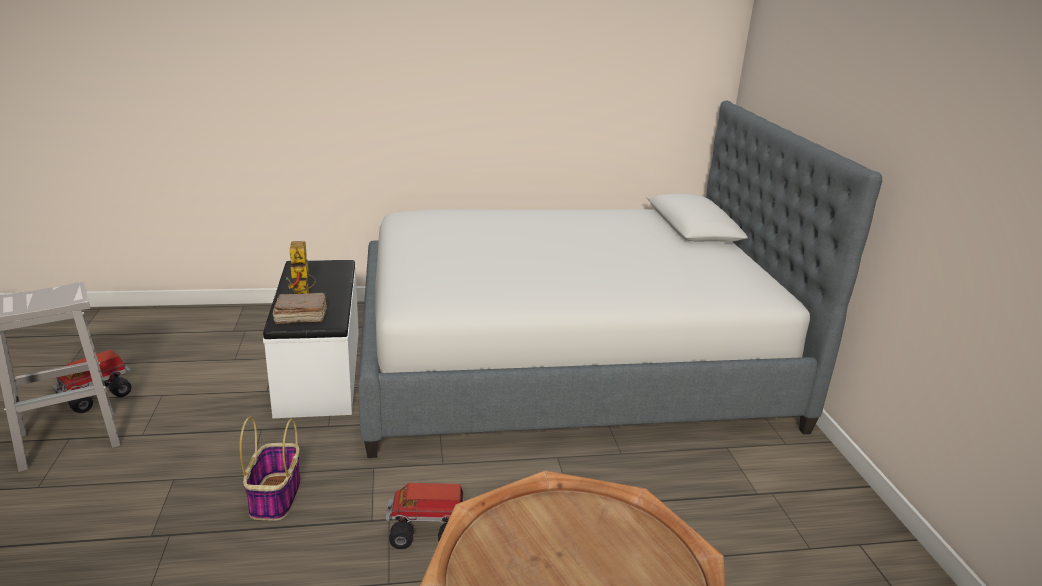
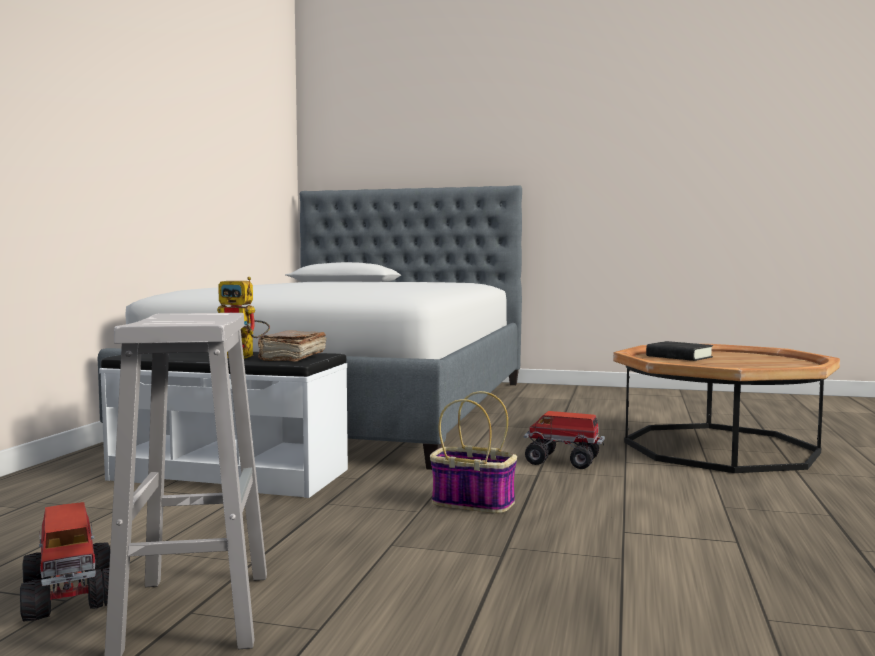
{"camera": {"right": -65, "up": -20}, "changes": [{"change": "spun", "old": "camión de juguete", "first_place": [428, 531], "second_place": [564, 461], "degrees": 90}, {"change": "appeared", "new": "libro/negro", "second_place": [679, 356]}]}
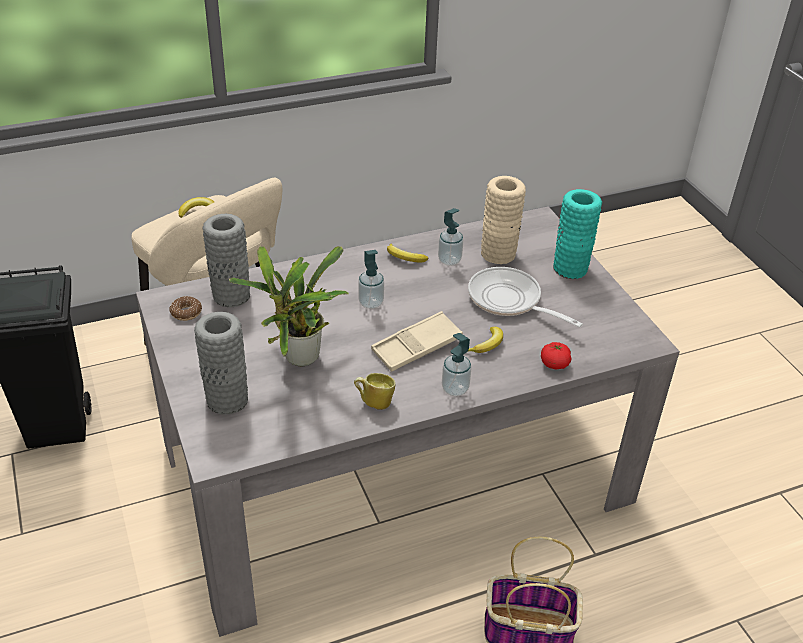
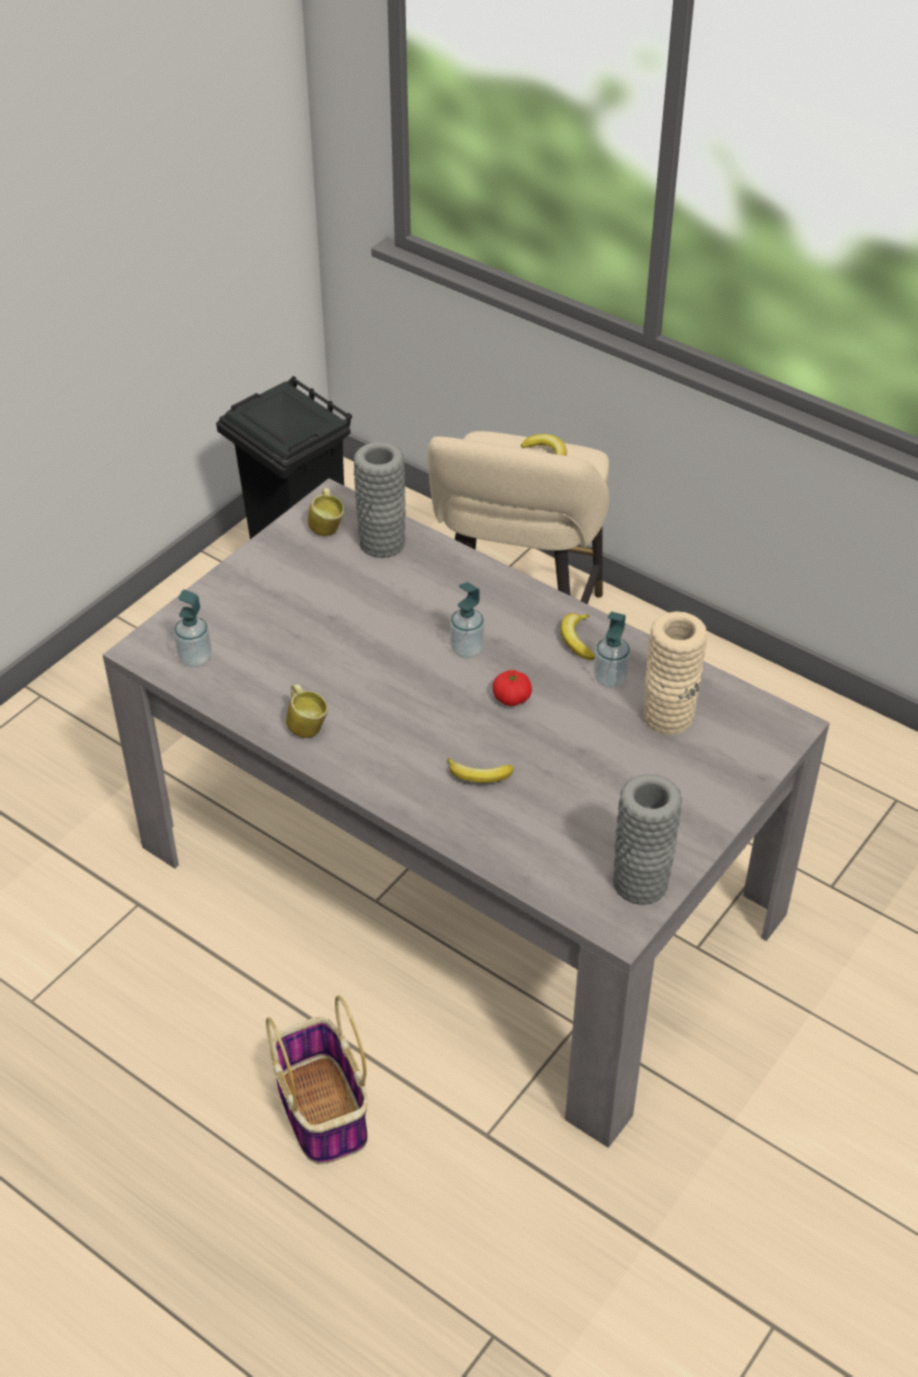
{"camera": {"right": 60, "up": 5}, "changes": [{"change": "missing", "old": "florero/turquesa", "first_place": [570, 268]}, {"change": "missing", "old": "planta en maceta", "first_place": [299, 360]}, {"change": "missing", "old": "sartén", "first_place": [509, 301]}, {"change": "exchanged", "old": "rosquilla", "new": "taza grande", "first_place": [186, 312], "second_place": [327, 527]}, {"change": "missing", "old": "bandeja/beis", "first_place": [417, 347]}, {"change": "relocated", "old": "florero/gris", "first_place": [226, 399], "second_place": [640, 882]}, {"change": "relocated", "old": "dispensador de jabón", "first_place": [455, 389], "second_place": [195, 658]}, {"change": "relocated", "old": "tomate", "first_place": [554, 364], "second_place": [511, 698]}]}
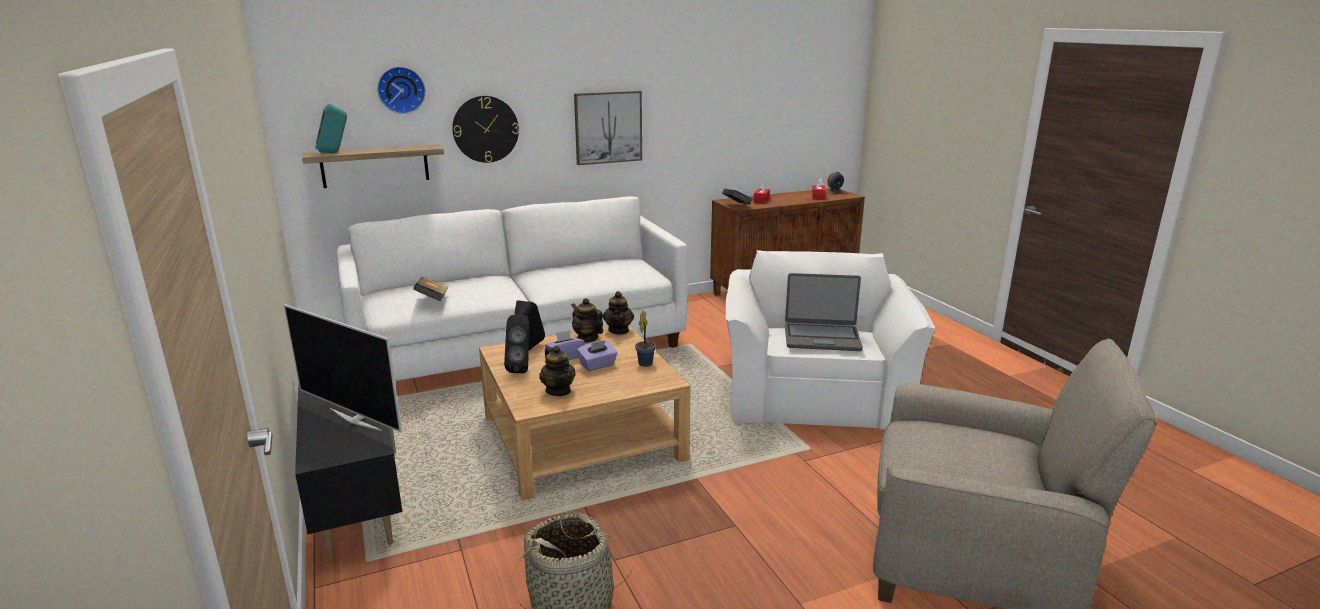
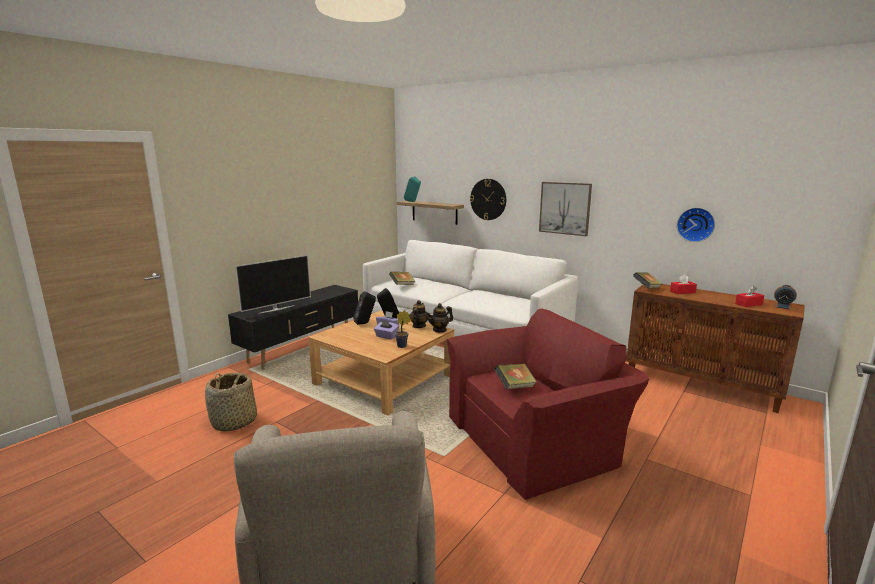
{"camera": {"right": 60, "up": -5}, "changes": [{"change": "relocated", "old": "reloj de pared", "first_place": [401, 90], "second_place": [696, 224]}, {"change": "colour", "old": "sillón/blanco", "new": "sillón/rojo", "first_place": [814, 391], "second_place": [535, 438]}, {"change": "exchanged", "old": "portátil", "new": "libro", "first_place": [821, 338], "second_place": [515, 387]}, {"change": "spun", "old": "televisor", "first_place": [356, 419], "second_place": [276, 309], "degrees": -135}, {"change": "missing", "old": "tetera", "first_place": [558, 391]}]}
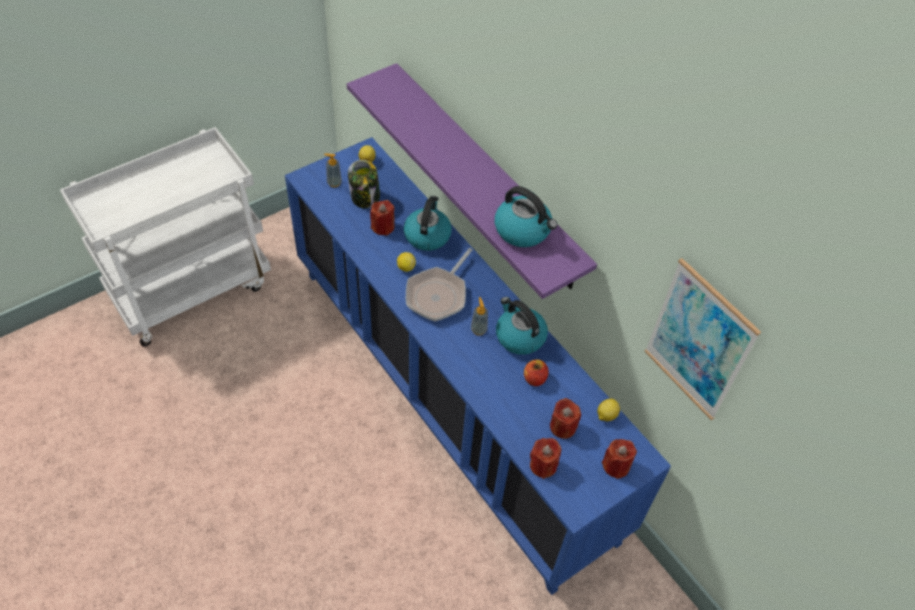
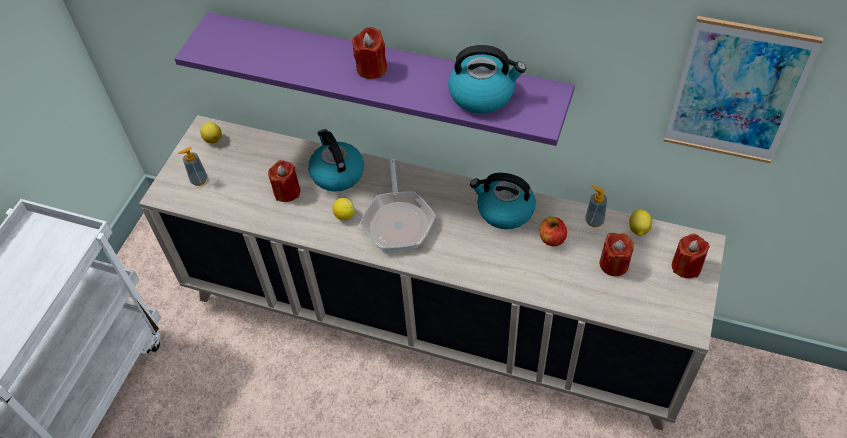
{"camera": {"right": -30, "up": 0}, "changes": [{"change": "colour", "old": "armario/azul", "new": "armario/beis", "first_place": [451, 396], "second_place": [430, 320]}, {"change": "missing", "old": "tarro", "first_place": [365, 197]}, {"change": "relocated", "old": "dispensador de jabón", "first_place": [478, 329], "second_place": [594, 221]}, {"change": "relocated", "old": "vela/rojo", "first_place": [543, 465], "second_place": [371, 68]}]}
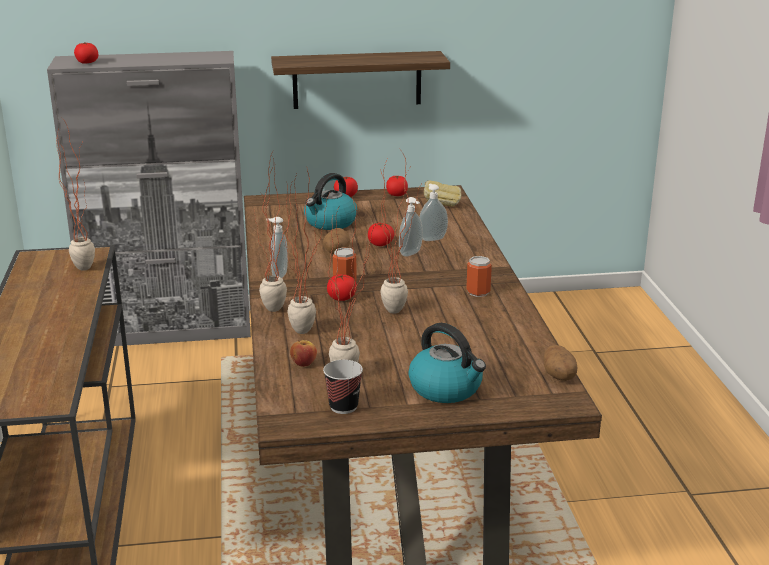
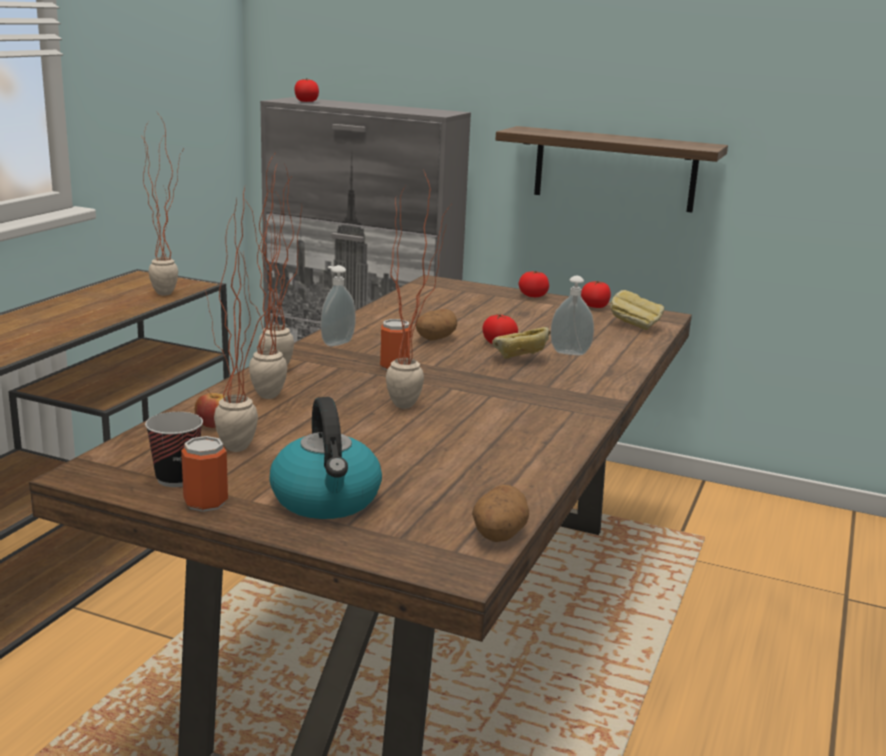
{"camera": {"right": 30, "up": -5}, "changes": [{"change": "missing", "old": "hervidor", "first_place": [330, 223]}, {"change": "exchanged", "old": "dispensador de jabón", "new": "pan", "first_place": [411, 254], "second_place": [520, 360]}, {"change": "relocated", "old": "lata", "first_place": [478, 292], "second_place": [206, 502]}, {"change": "missing", "old": "tomate", "first_place": [342, 298]}]}
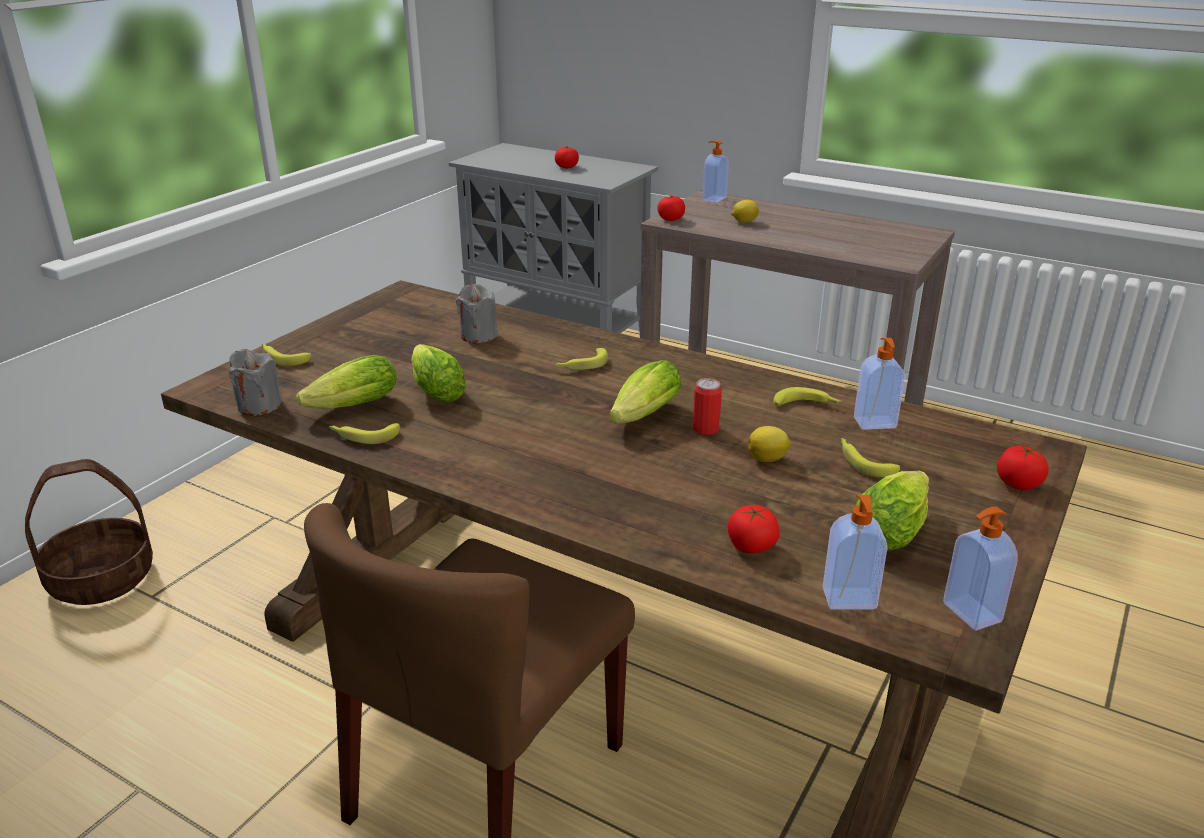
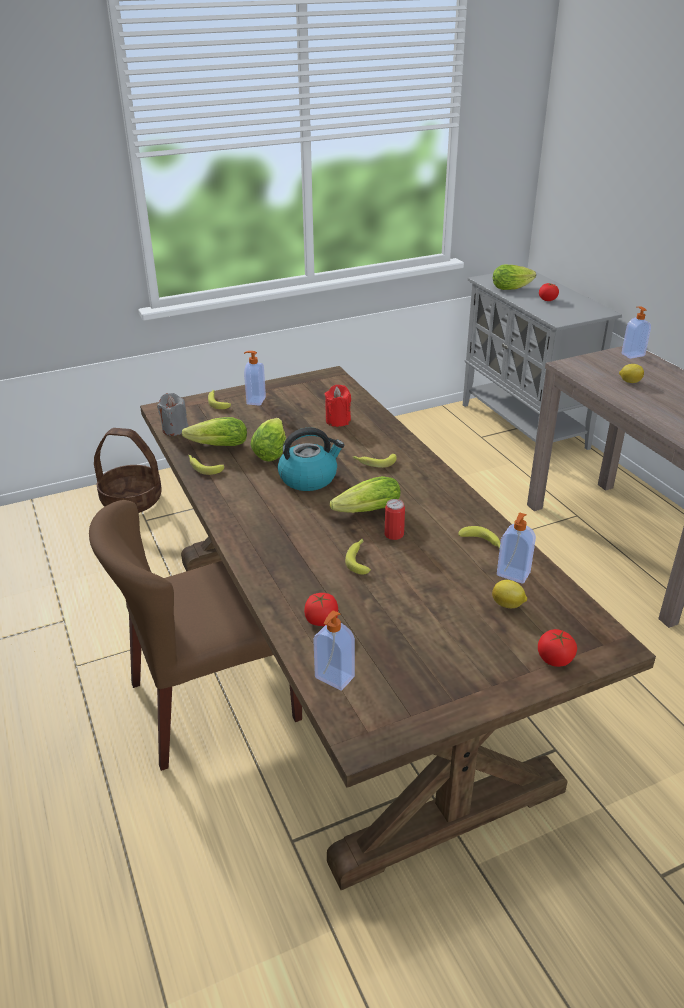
{"camera": {"right": 35, "up": 5}, "changes": [{"change": "missing", "old": "tomate", "first_place": [671, 219]}, {"change": "colour", "old": "vela/gris", "new": "vela/rojo", "first_place": [478, 335], "second_place": [338, 420]}, {"change": "relocated", "old": "limón", "first_place": [768, 459], "second_place": [508, 605]}, {"change": "relocated", "old": "plátano", "first_place": [863, 462], "second_place": [359, 559]}, {"change": "relocated", "old": "lechuga", "first_place": [894, 528], "second_place": [513, 287]}, {"change": "relocated", "old": "dispensador de jabón", "first_place": [970, 613], "second_place": [255, 400]}, {"change": "appeared", "new": "hervidor", "second_place": [309, 478]}]}
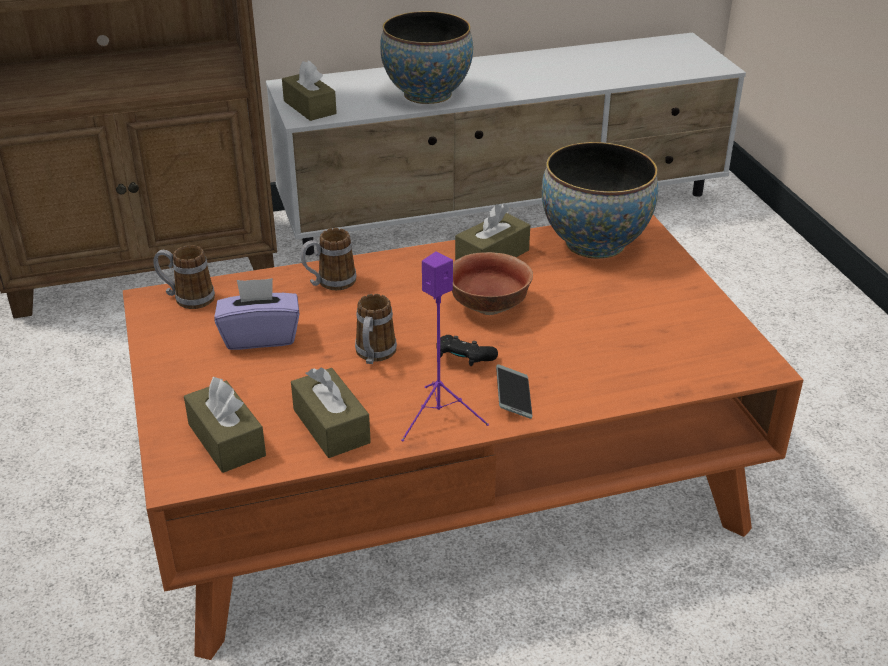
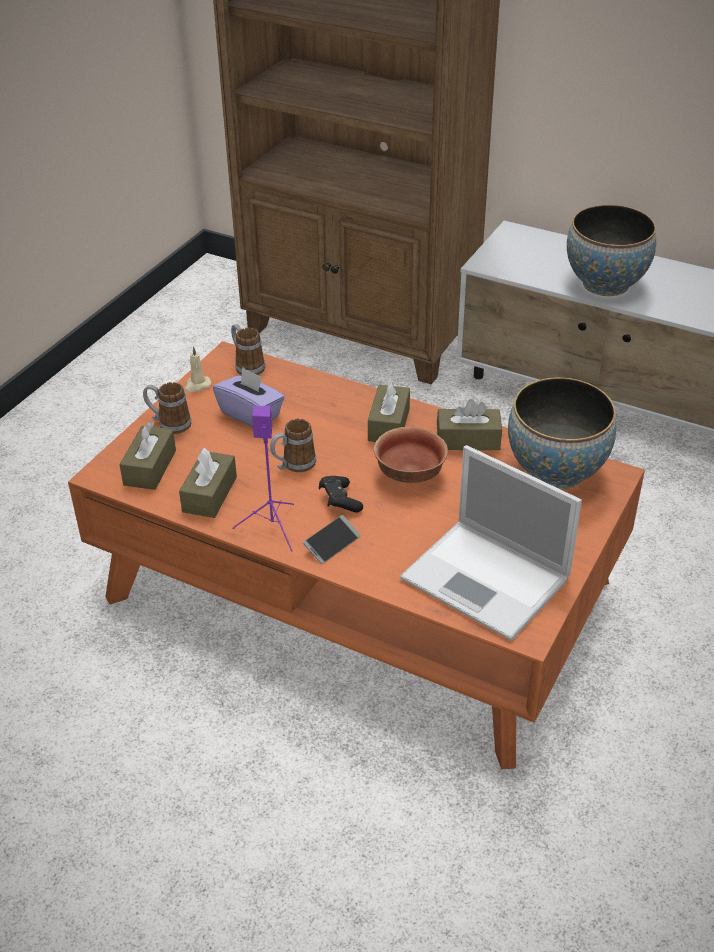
{"camera": {"right": 45, "up": 5}, "changes": [{"change": "relocated", "old": "caja de pañuelos/marrón", "first_place": [309, 107], "second_place": [389, 424]}, {"change": "relocated", "old": "taza grande", "first_place": [330, 283], "second_place": [169, 424]}, {"change": "appeared", "new": "vela/beis", "second_place": [197, 385]}, {"change": "appeared", "new": "portátil", "second_place": [488, 580]}]}
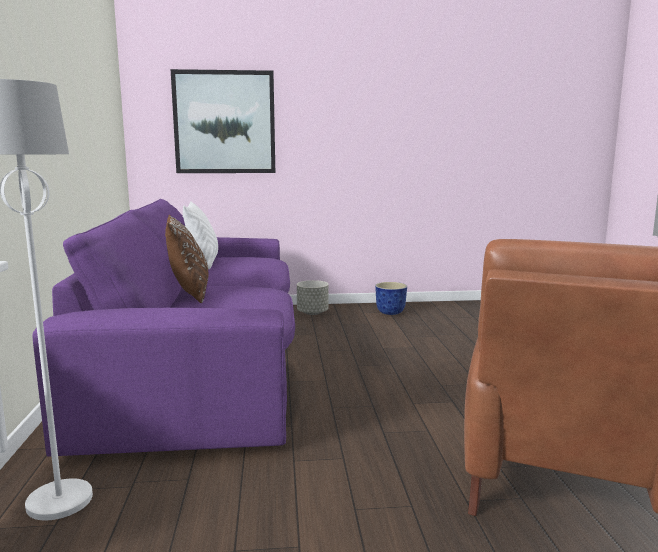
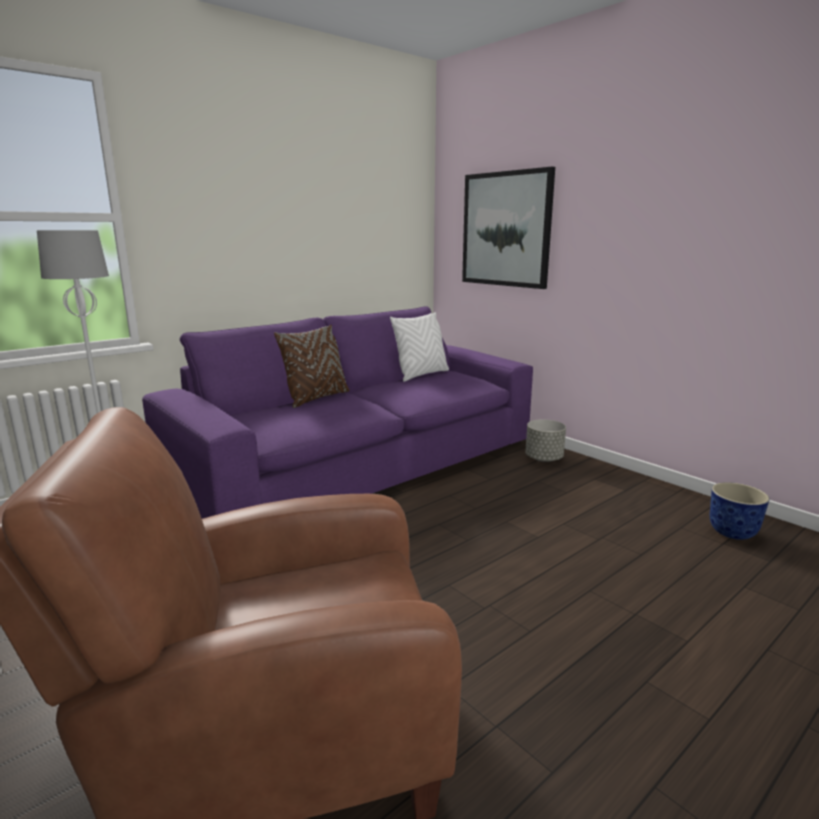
{"camera": {"right": 55, "up": 5}, "changes": [{"change": "relocated", "old": "maceta", "first_place": [391, 312], "second_place": [733, 533]}]}
